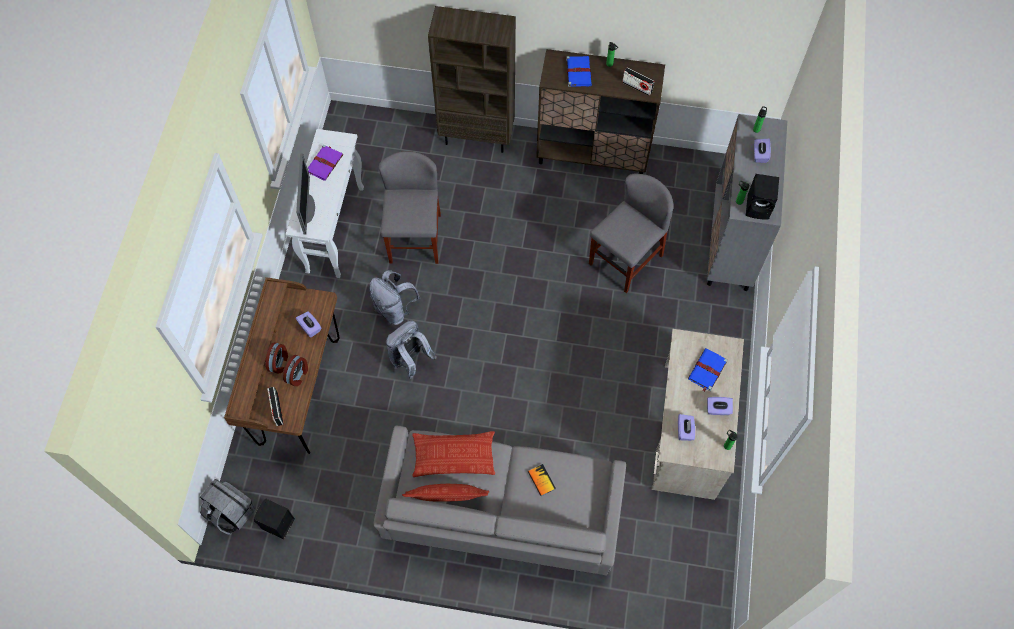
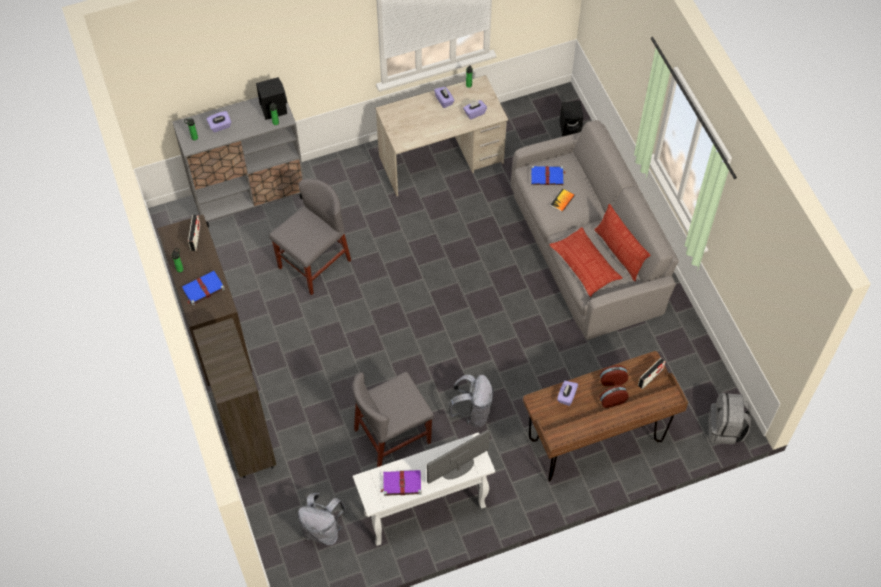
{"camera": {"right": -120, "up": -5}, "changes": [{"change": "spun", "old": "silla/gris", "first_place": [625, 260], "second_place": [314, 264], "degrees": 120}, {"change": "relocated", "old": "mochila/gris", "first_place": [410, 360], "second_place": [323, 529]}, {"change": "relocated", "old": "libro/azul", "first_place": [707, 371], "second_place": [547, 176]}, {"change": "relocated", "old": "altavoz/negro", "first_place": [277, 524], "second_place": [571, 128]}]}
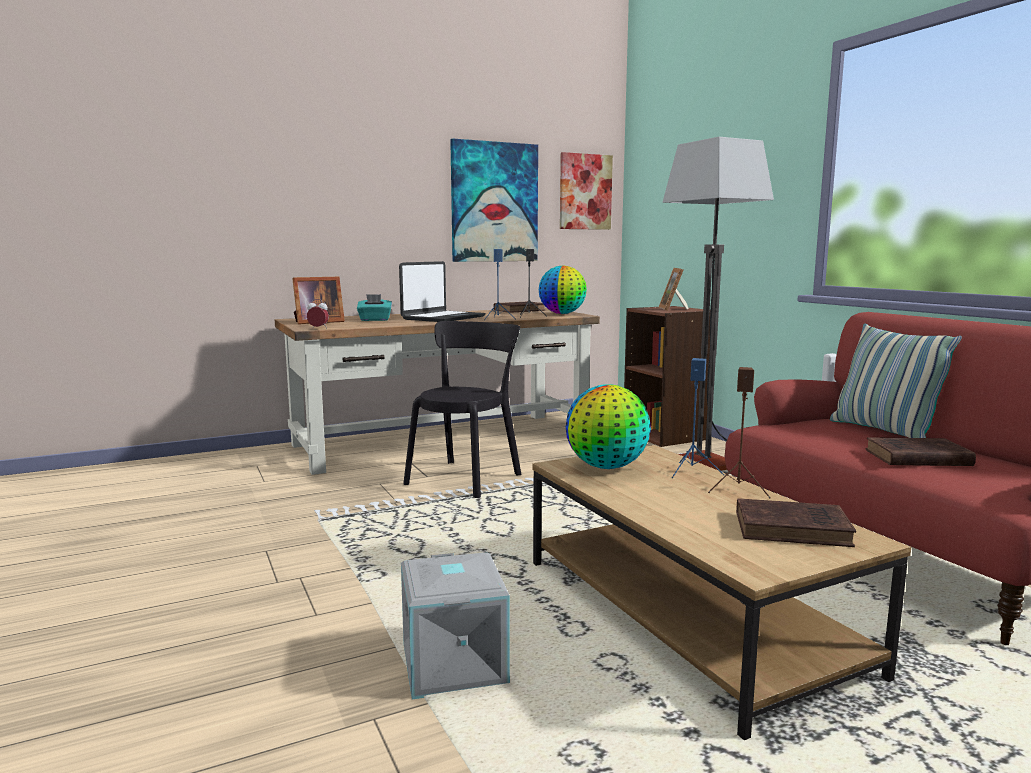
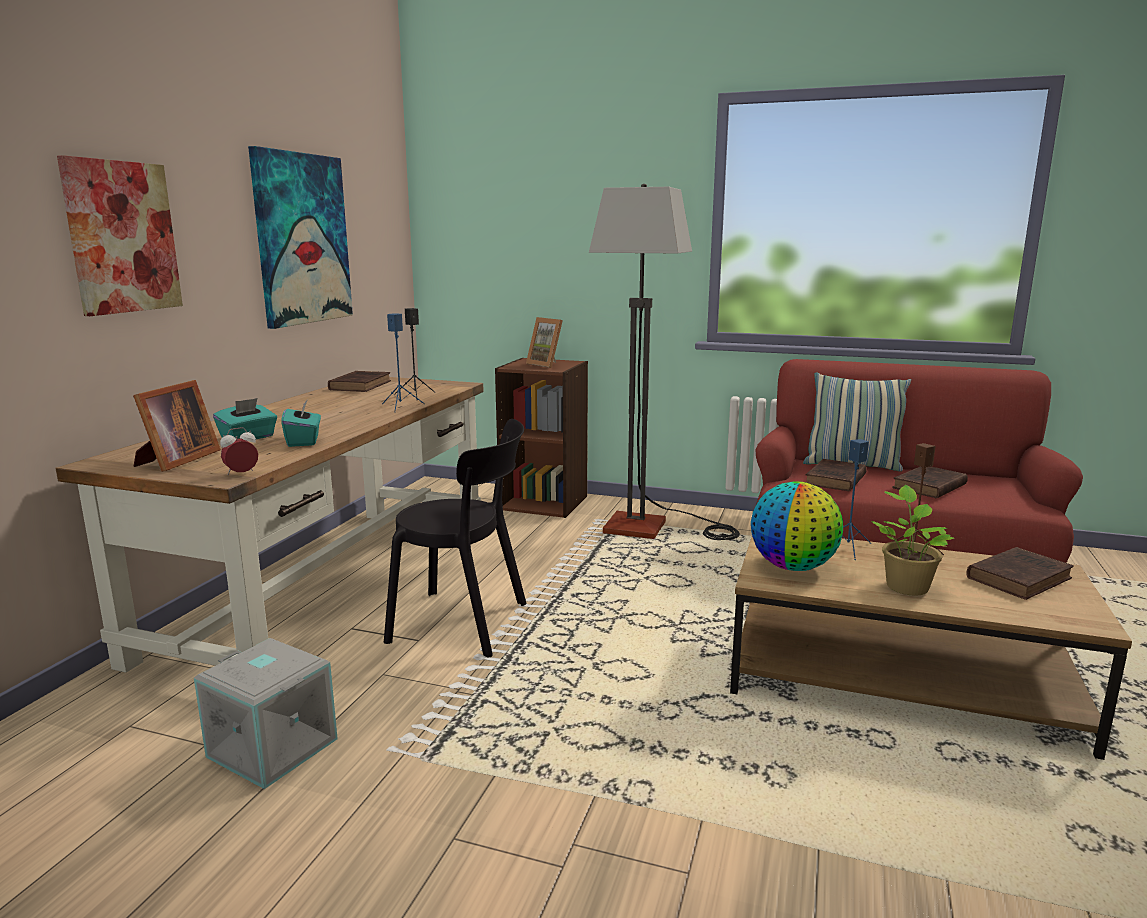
{"camera": {"right": -45, "up": 5}, "changes": [{"change": "relocated", "old": "cuadro", "first_place": [585, 192], "second_place": [122, 237]}, {"change": "missing", "old": "portátil", "first_place": [443, 318]}, {"change": "missing", "old": "globo terráqueo", "first_place": [562, 313]}, {"change": "spun", "old": "silla/negro", "first_place": [466, 477], "second_place": [465, 623], "degrees": 120}, {"change": "relocated", "old": "caja de almacenaje/gris", "first_place": [456, 664], "second_place": [275, 747]}, {"change": "appeared", "new": "caja de pañuelos/turquesa", "second_place": [304, 441]}, {"change": "appeared", "new": "libro/marrón", "second_place": [835, 480]}, {"change": "appeared", "new": "planta en maceta", "second_place": [906, 586]}]}
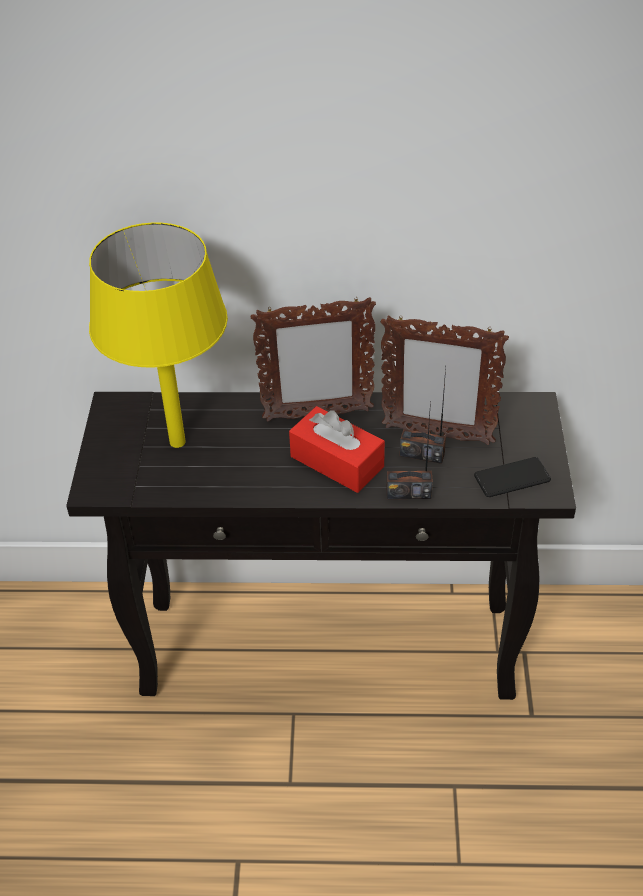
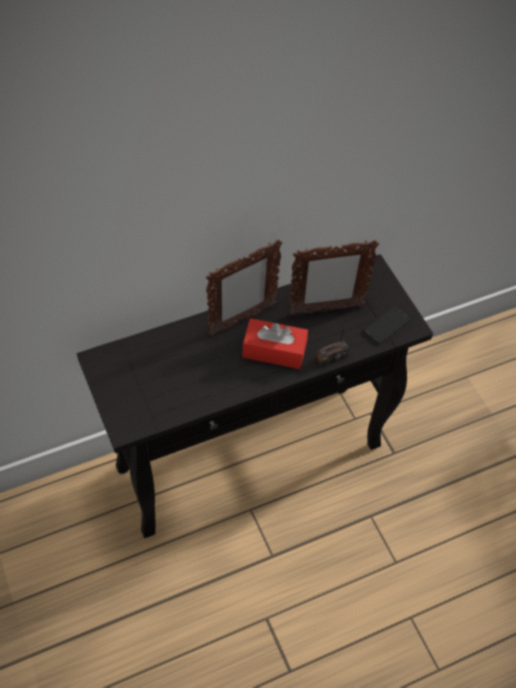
{"camera": {"right": -30, "up": 10}, "changes": [{"change": "missing", "old": "lámpara de mesa/amarillo", "first_place": [177, 442]}, {"change": "missing", "old": "radio", "first_place": [422, 454]}]}
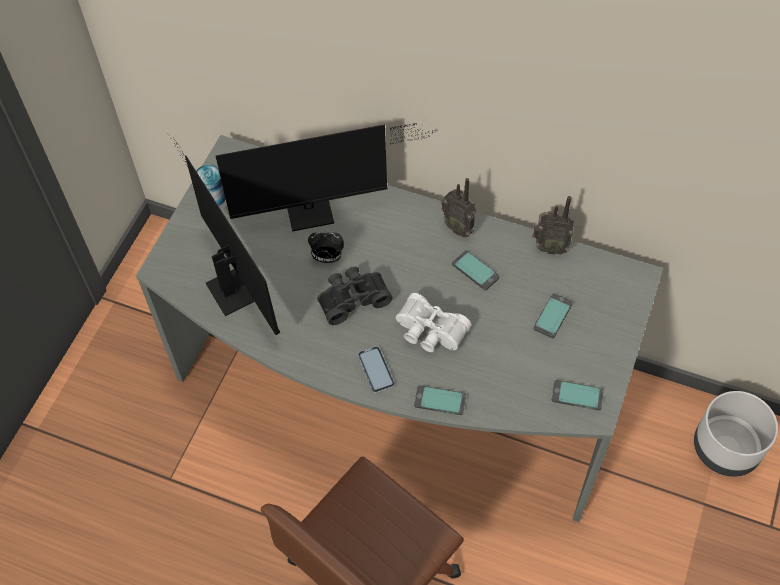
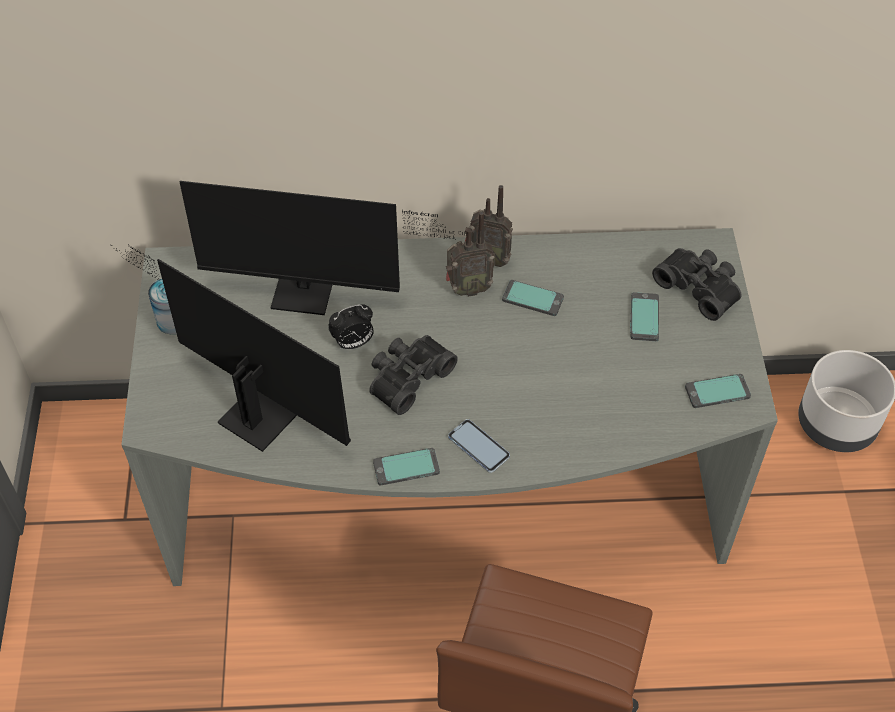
{"camera": {"right": -25, "up": -5}, "changes": [{"change": "spun", "old": "monitor", "first_place": [317, 210], "second_place": [313, 294], "degrees": 45}, {"change": "relocated", "old": "radio", "first_place": [549, 247], "second_place": [467, 289]}, {"change": "missing", "old": "prismáticos/blanco", "first_place": [429, 332]}, {"change": "relocated", "old": "móvil", "first_place": [440, 401], "second_place": [406, 468]}, {"change": "appeared", "new": "prismáticos/negro", "second_place": [700, 287]}]}
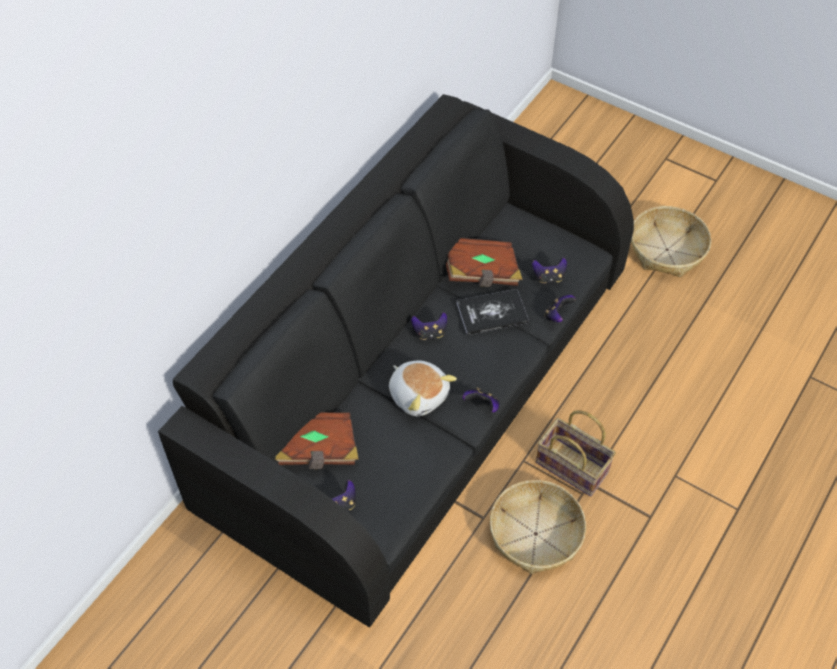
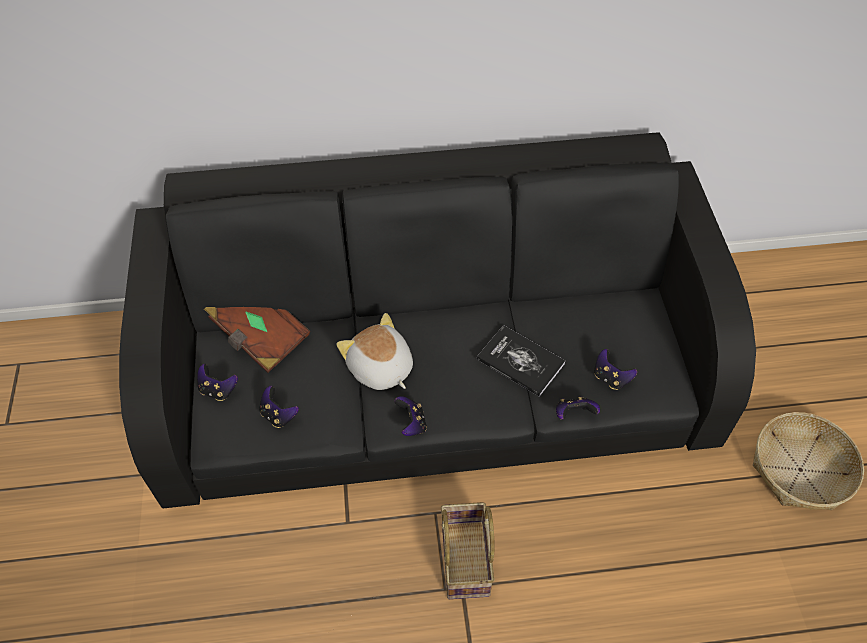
{"camera": {"right": 50, "up": 0}, "changes": [{"change": "missing", "old": "libro/marrón", "first_place": [480, 272]}, {"change": "relocated", "old": "mando de consola", "first_place": [429, 332], "second_place": [278, 415]}, {"change": "spun", "old": "peluche", "first_place": [419, 394], "second_place": [380, 368], "degrees": 135}, {"change": "missing", "old": "cesta", "first_place": [536, 534]}]}
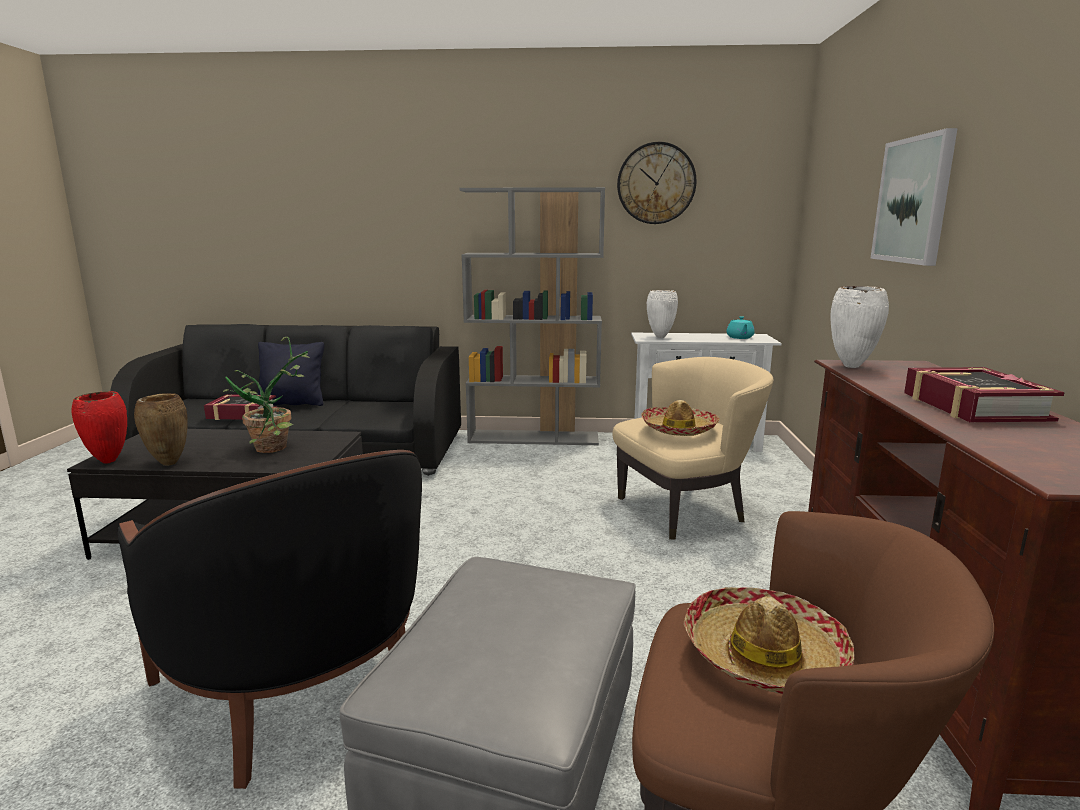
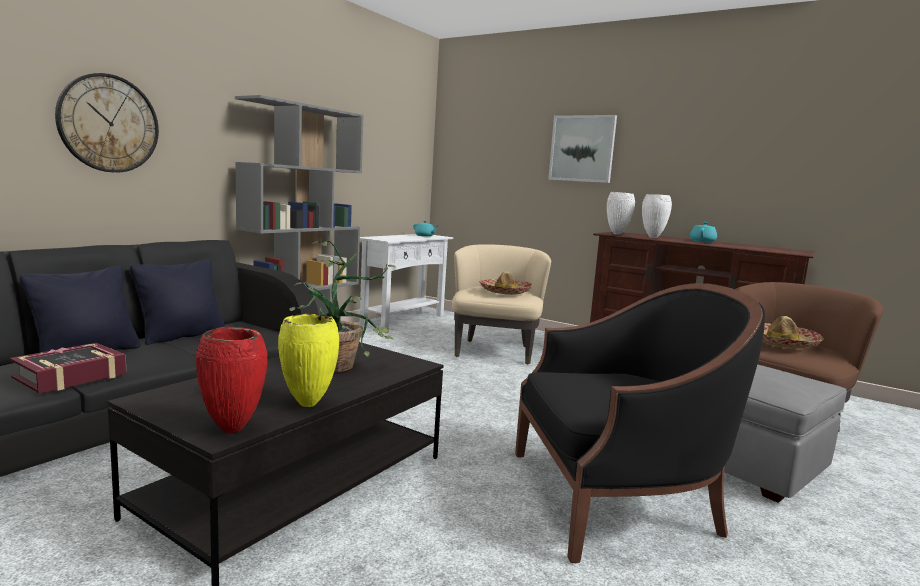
{"camera": {"right": -60, "up": -5}, "changes": [{"change": "relocated", "old": "reloj de pared", "first_place": [656, 183], "second_place": [108, 123]}, {"change": "relocated", "old": "florero/blanco", "first_place": [660, 337], "second_place": [652, 237]}, {"change": "exchanged", "old": "libro", "new": "tetera/turquesa", "first_place": [973, 407], "second_place": [702, 241]}, {"change": "colour", "old": "florero/marrón", "new": "florero/amarillo", "first_place": [168, 464], "second_place": [307, 405]}, {"change": "appeared", "new": "cojín/negro", "second_place": [182, 336]}]}
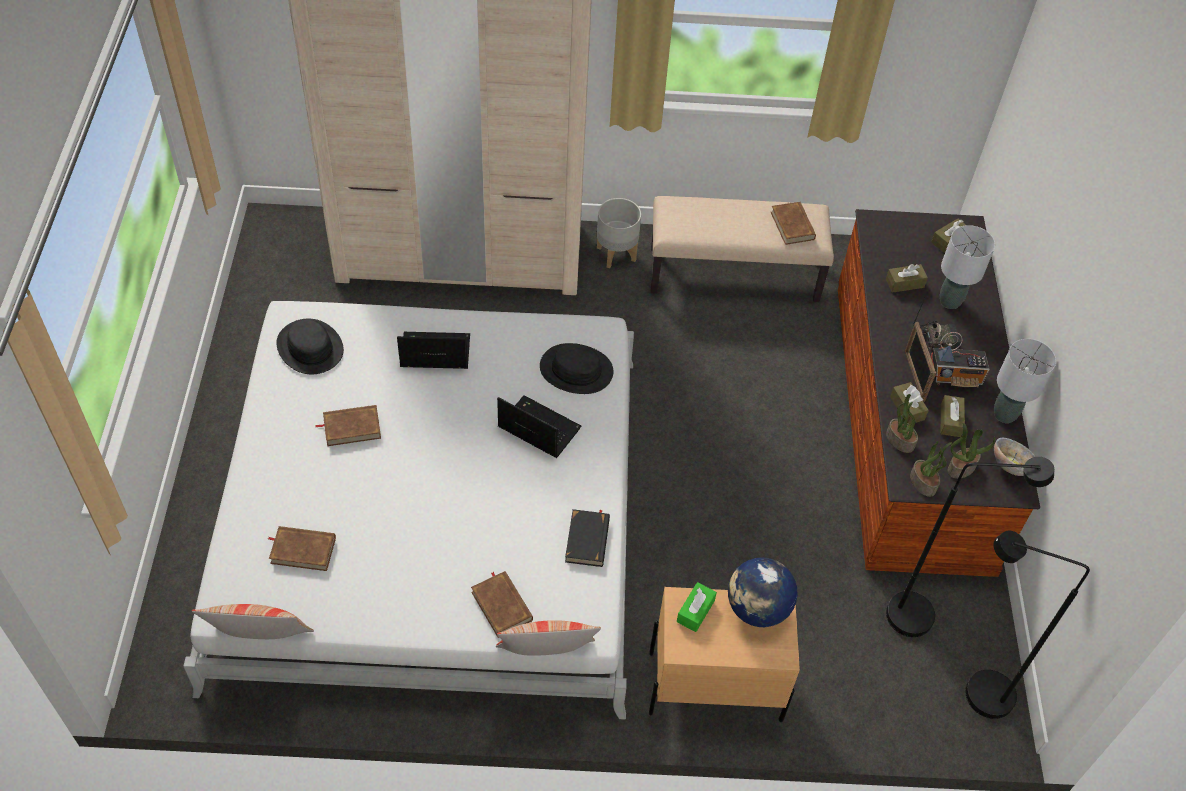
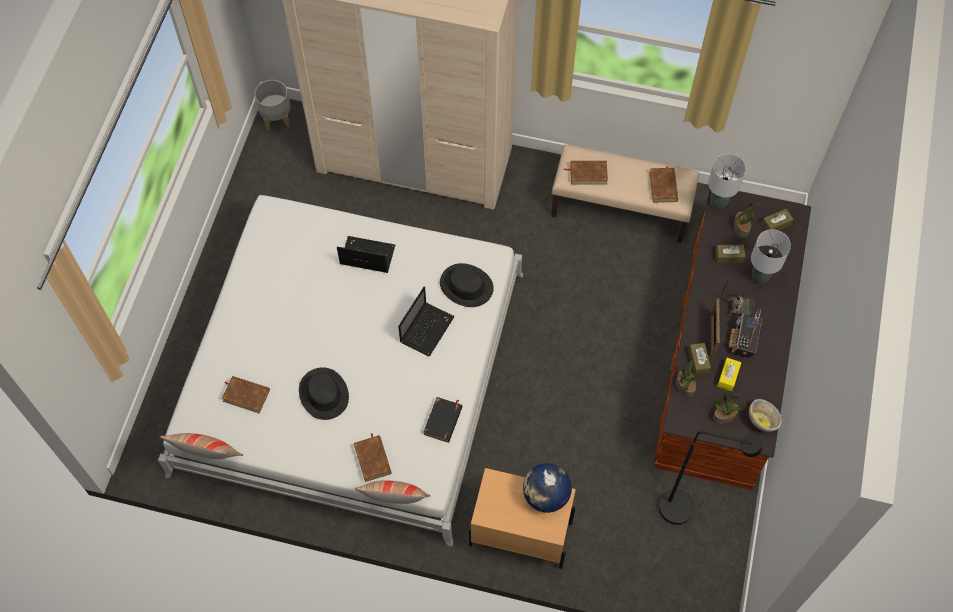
{"camera": {"right": 15, "up": 10}, "changes": [{"change": "relocated", "old": "maceta/gris", "first_place": [616, 253], "second_place": [277, 119]}, {"change": "relocated", "old": "sombrero/negro", "first_place": [310, 348], "second_place": [323, 394]}, {"change": "spun", "old": "radio", "first_place": [955, 377], "second_place": [743, 342], "degrees": 90}, {"change": "relocated", "old": "lámpara de mesa/gris", "first_place": [1005, 414], "second_place": [718, 203]}, {"change": "spun", "old": "portátil", "first_place": [537, 428], "second_place": [427, 328], "degrees": 75}, {"change": "colour", "old": "caja de pañuelos/marrón", "new": "caja de pañuelos/amarillo", "first_place": [950, 420], "second_place": [728, 376]}, {"change": "relocated", "old": "libro/marrón", "first_place": [352, 427], "second_place": [588, 174]}, {"change": "relocated", "old": "planta en maceta", "first_place": [923, 483], "second_place": [741, 227]}, {"change": "missing", "old": "lámpara de pie/negro", "first_place": [975, 692]}, {"change": "missing", "old": "caja de pañuelos/verde", "first_place": [695, 611]}]}
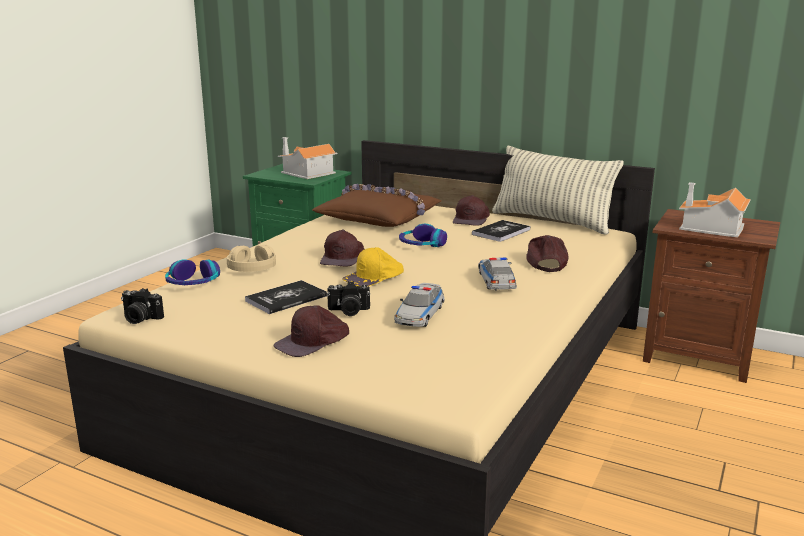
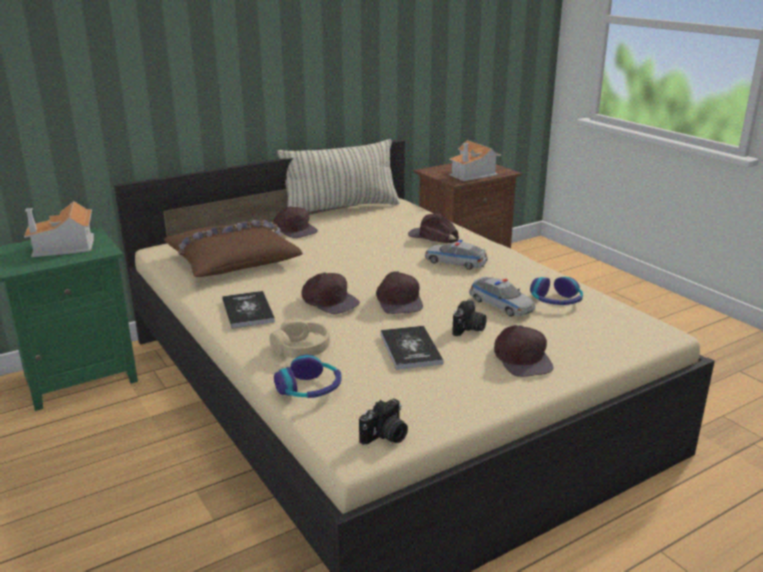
{"camera": {"right": -60, "up": 5}, "changes": [{"change": "relocated", "old": "libro", "first_place": [501, 232], "second_place": [248, 311]}, {"change": "relocated", "old": "auriculares", "first_place": [421, 245], "second_place": [556, 301]}, {"change": "colour", "old": "gorra/amarillo", "new": "gorra/marrón", "first_place": [374, 277], "second_place": [399, 300]}]}
